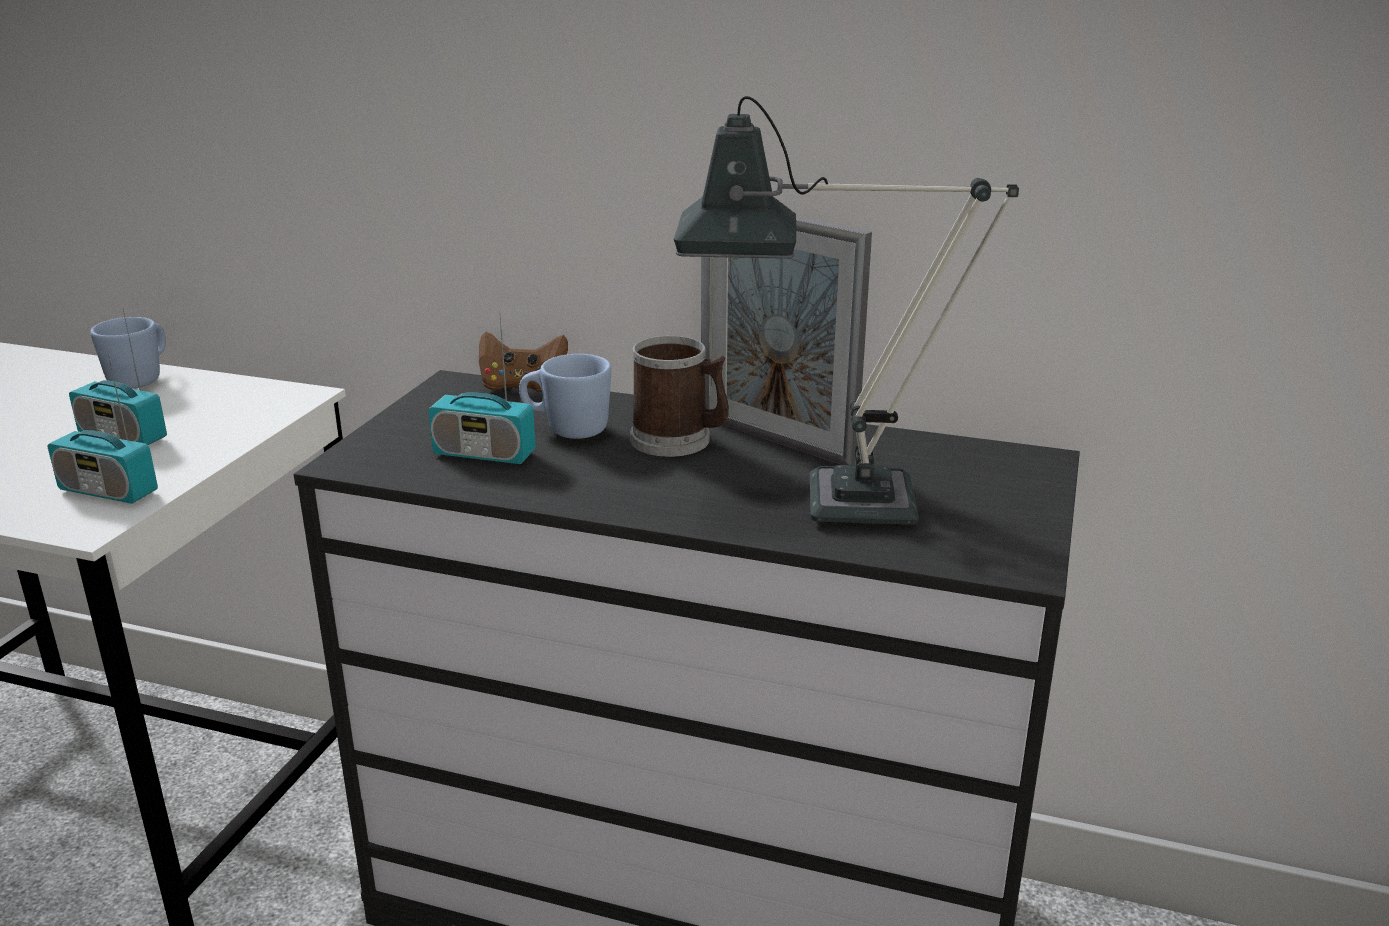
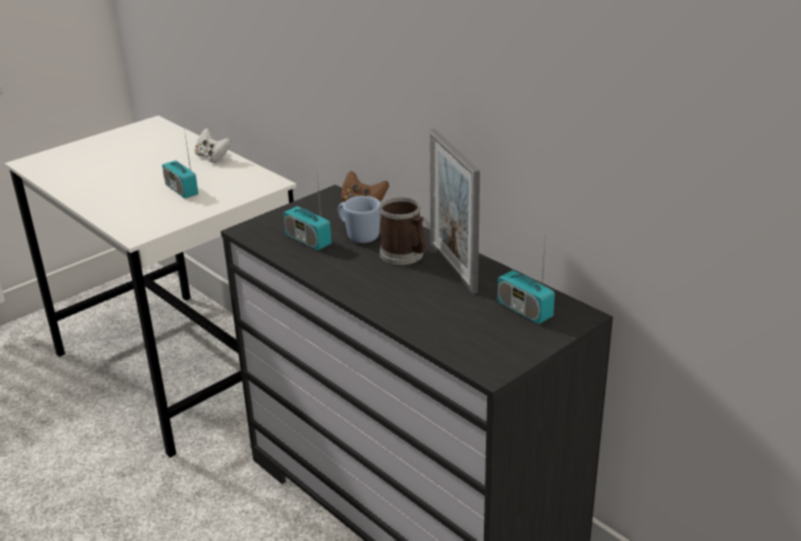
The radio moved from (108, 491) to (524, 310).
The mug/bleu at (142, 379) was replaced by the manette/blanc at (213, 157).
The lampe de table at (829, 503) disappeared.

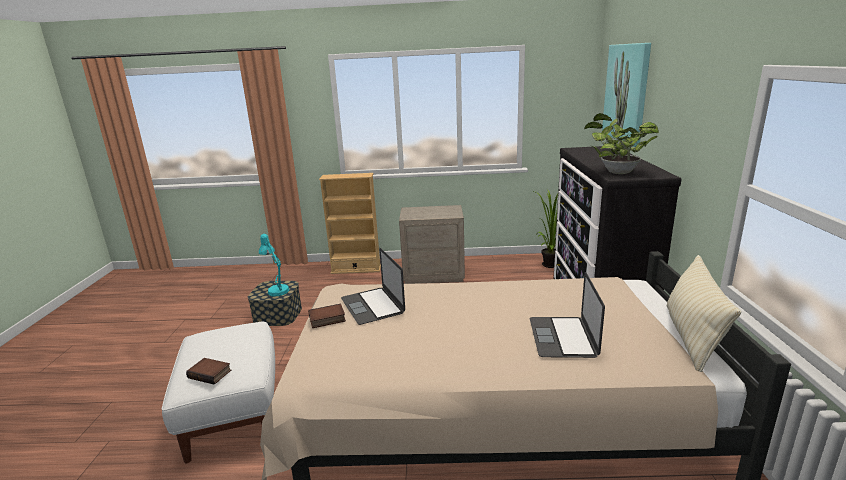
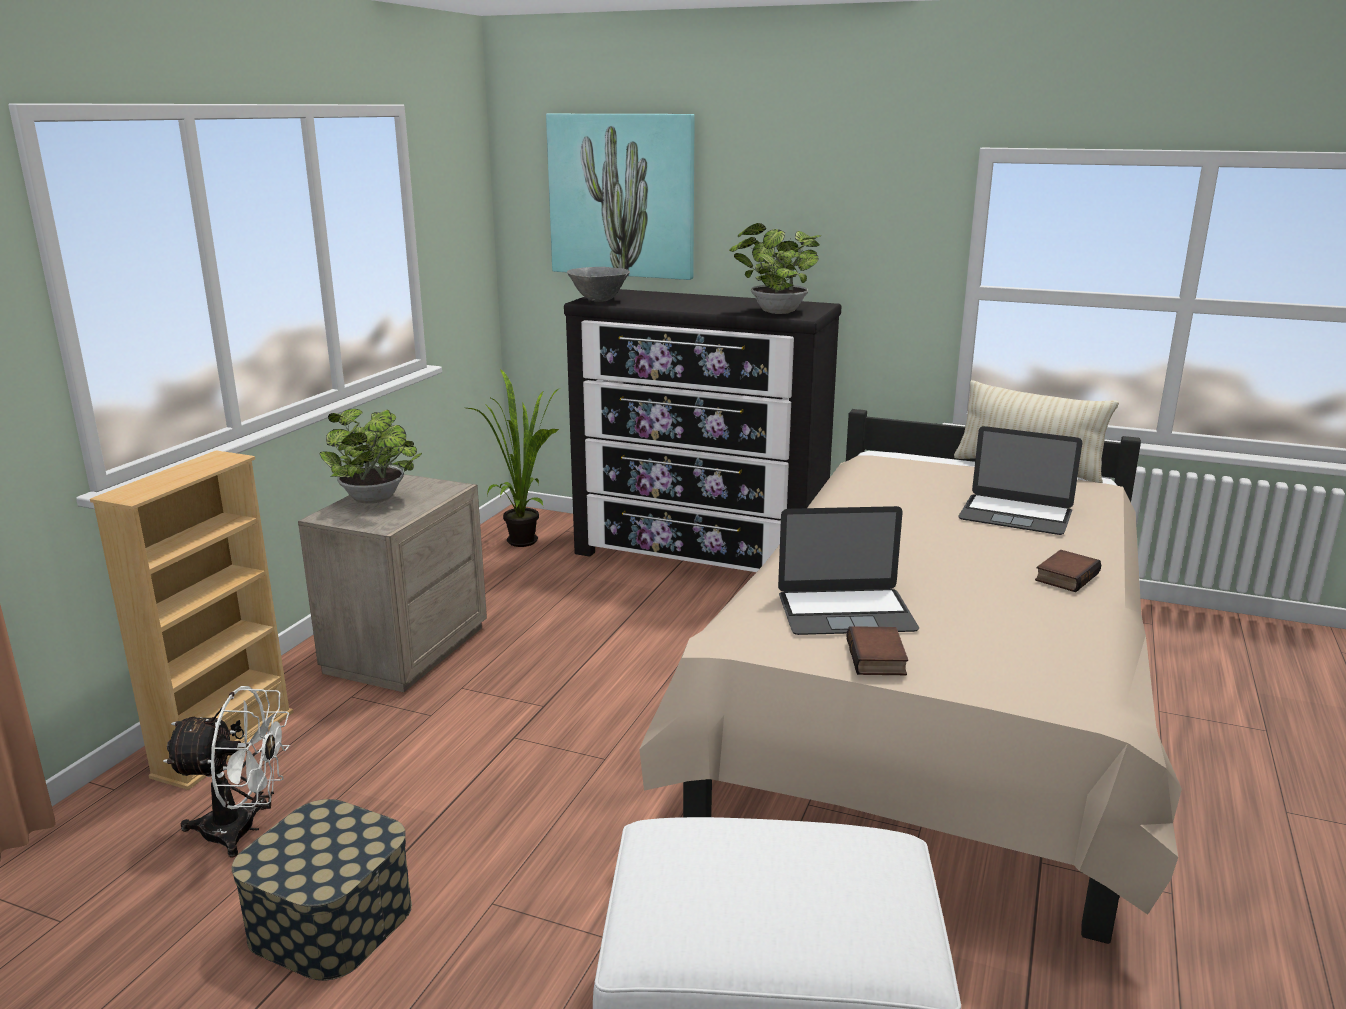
The livre moved from (211, 373) to (1065, 576).
The lampe de table/turquoise at (276, 290) disappeared.
The ventilateur/blanc at (243, 830) appeared.
The plante en pot at (376, 500) appeared.
The bol/gris at (599, 301) appeared.

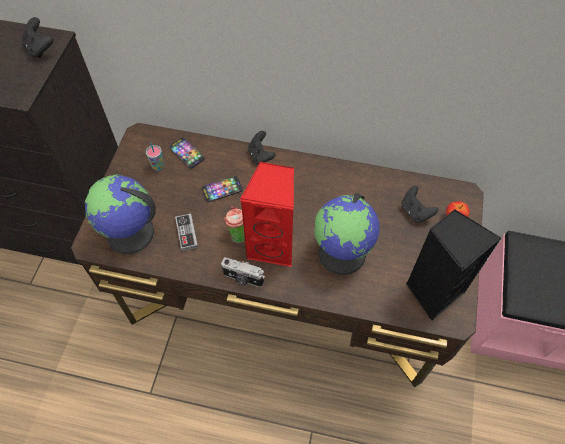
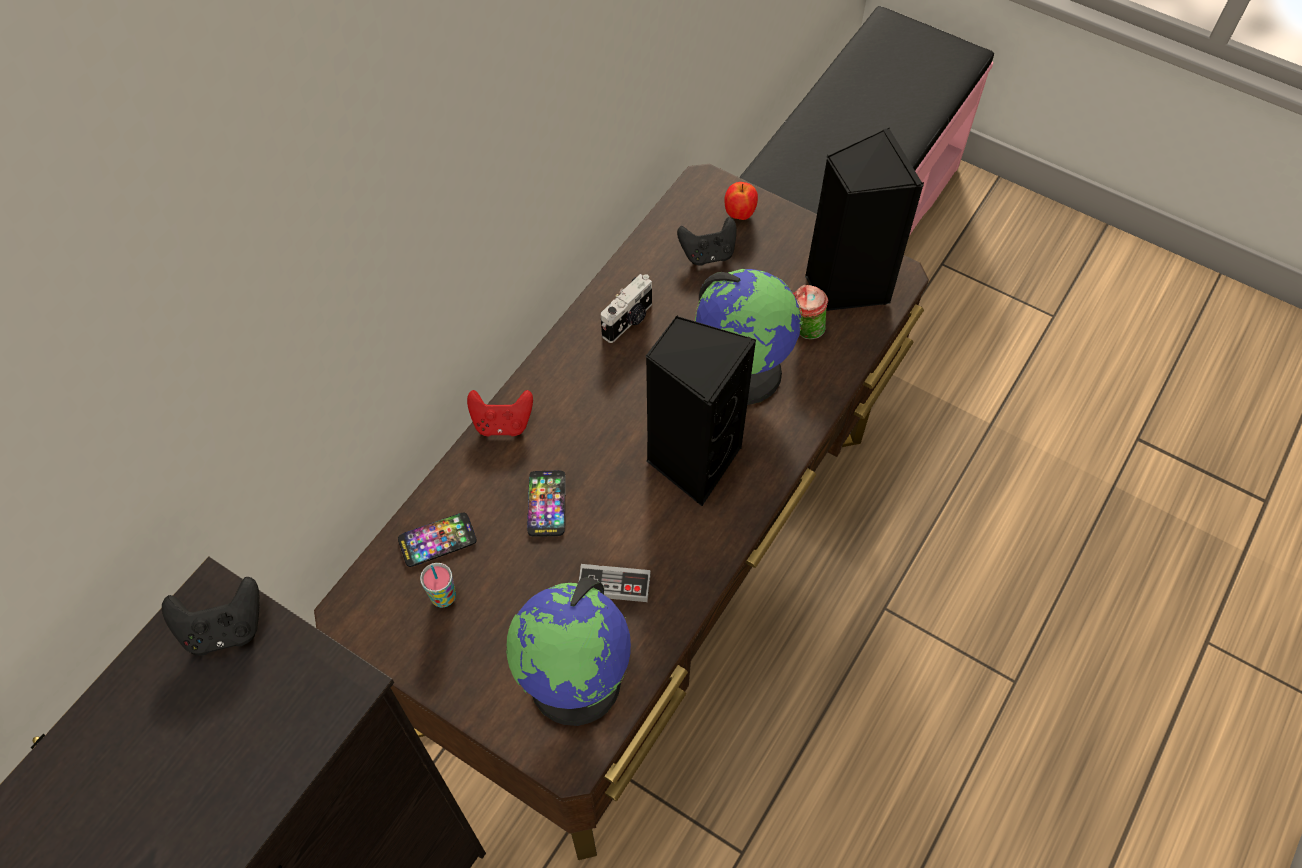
The appareil photo moved from (243, 279) to (629, 321).
The tasse moved from (237, 234) to (804, 331).
The enceinte/rouge at (273, 245) became the enceinte/noir at (692, 459).
The manette/noir at (260, 156) became the manette/rouge at (502, 423).

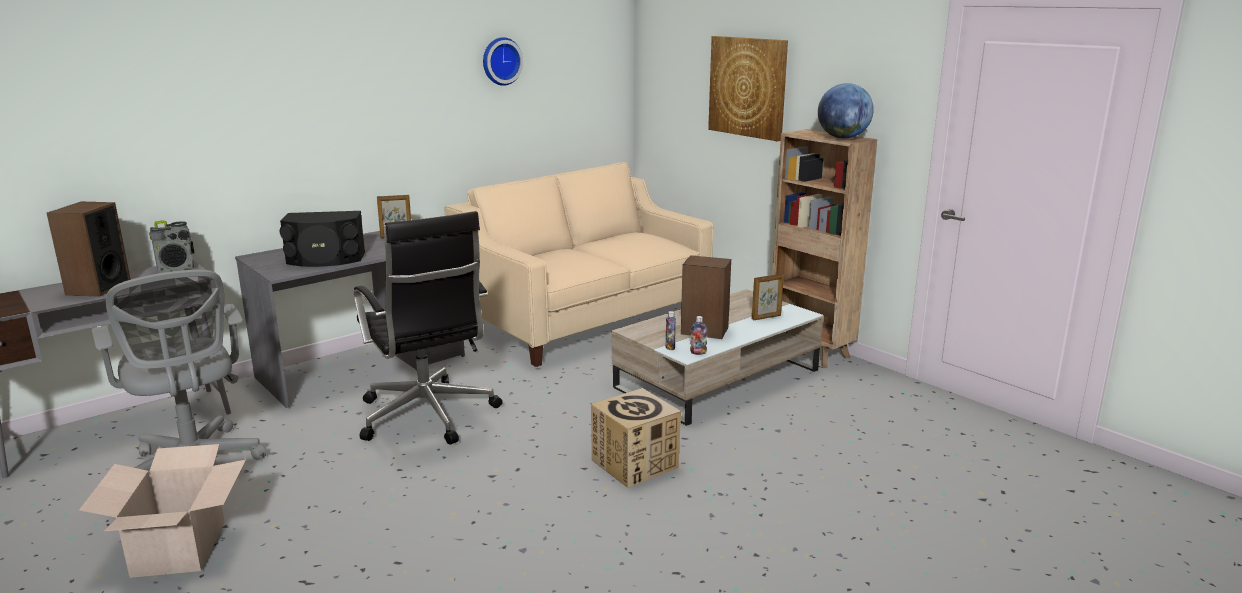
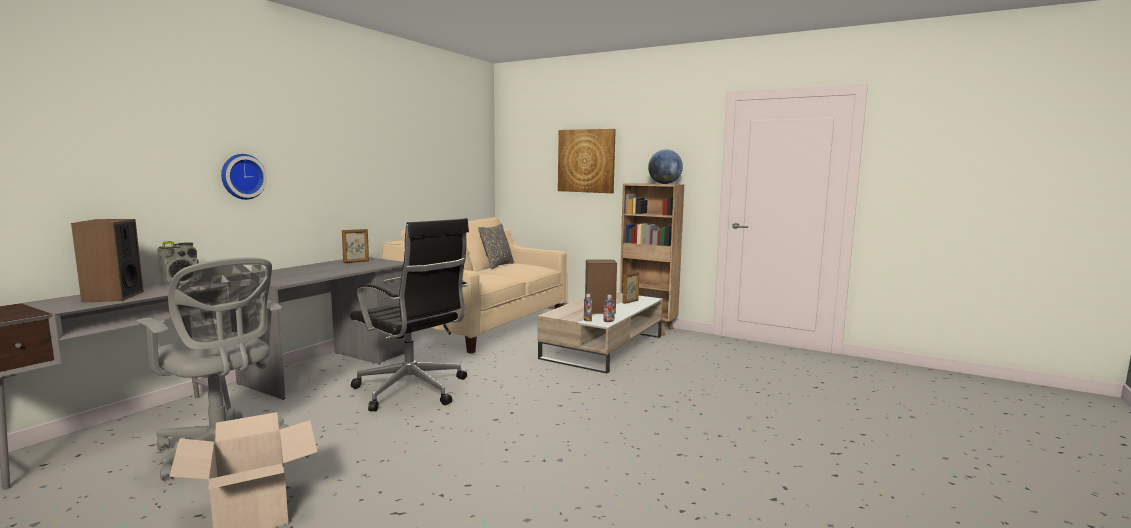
The enceinte/noir at (325, 259) disappeared.
The horloge murale moved from (501, 61) to (242, 176).
The carton at (635, 464) disappeared.
The coussin at (497, 266) appeared.

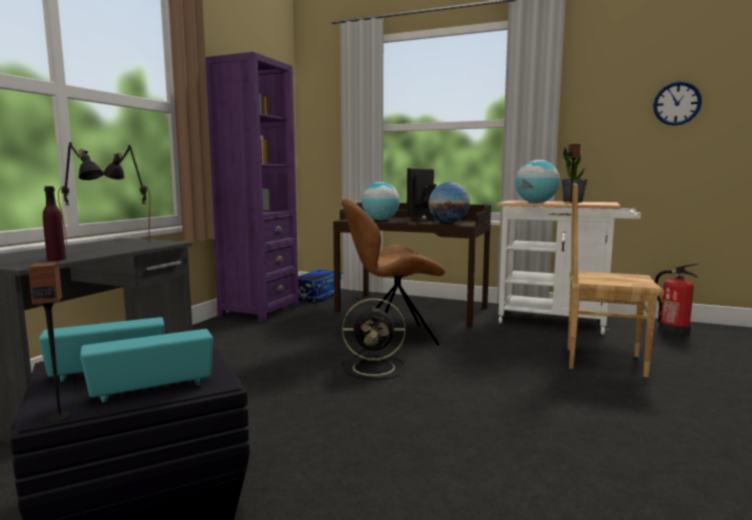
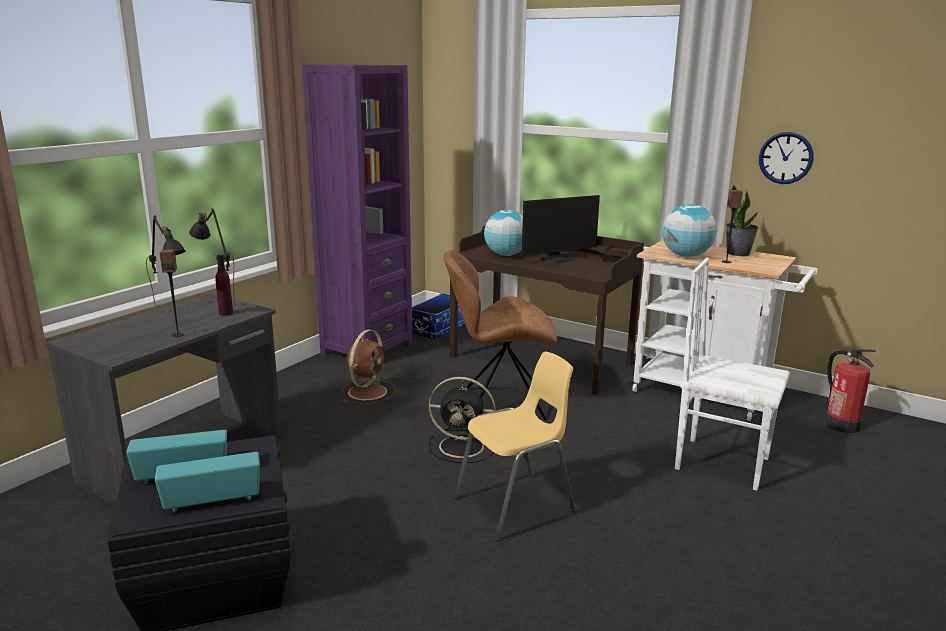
The enceinte moved from (60, 417) to (178, 335).
The bouteille/violet moved from (56, 259) to (226, 313).
The écran d'ordinateur at (423, 220) turned 150 degrees counterclockwise.
The globe at (448, 223) disappeared.
The chaise/marron at (603, 361) became the chaise/blanc at (721, 462).
The horloge murale moved from (677, 103) to (785, 158).
The ventilateur/marron at (368, 391) appeared.
The chaise/jaune at (516, 505) appeared.

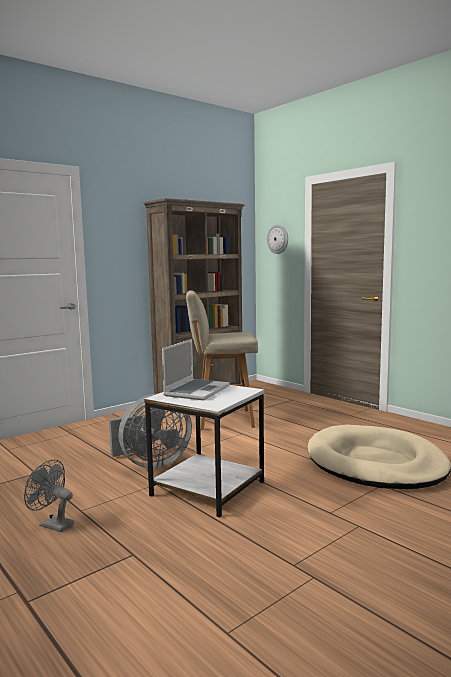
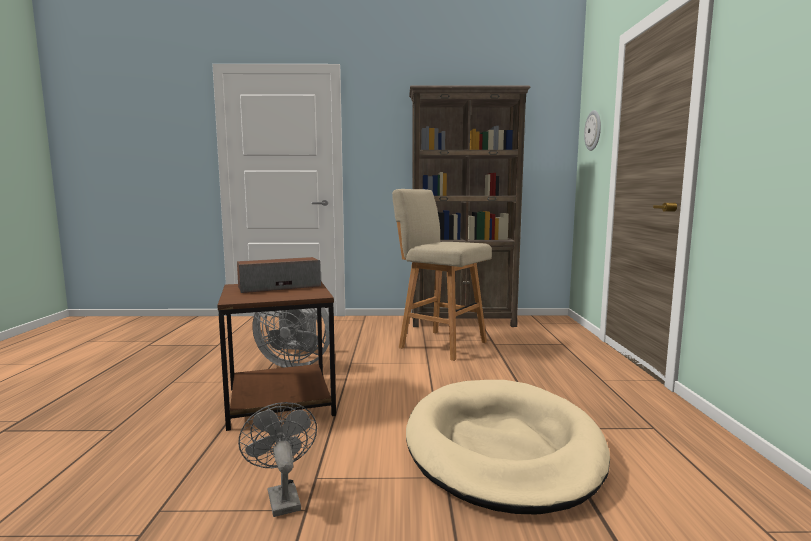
The ventilateur/gris moved from (52, 524) to (281, 496).
The table d'appoint/blanc at (207, 488) became the table d'appoint/marron at (281, 400).
The ordinateur portable at (196, 391) was replaced by the enceinte at (279, 287).

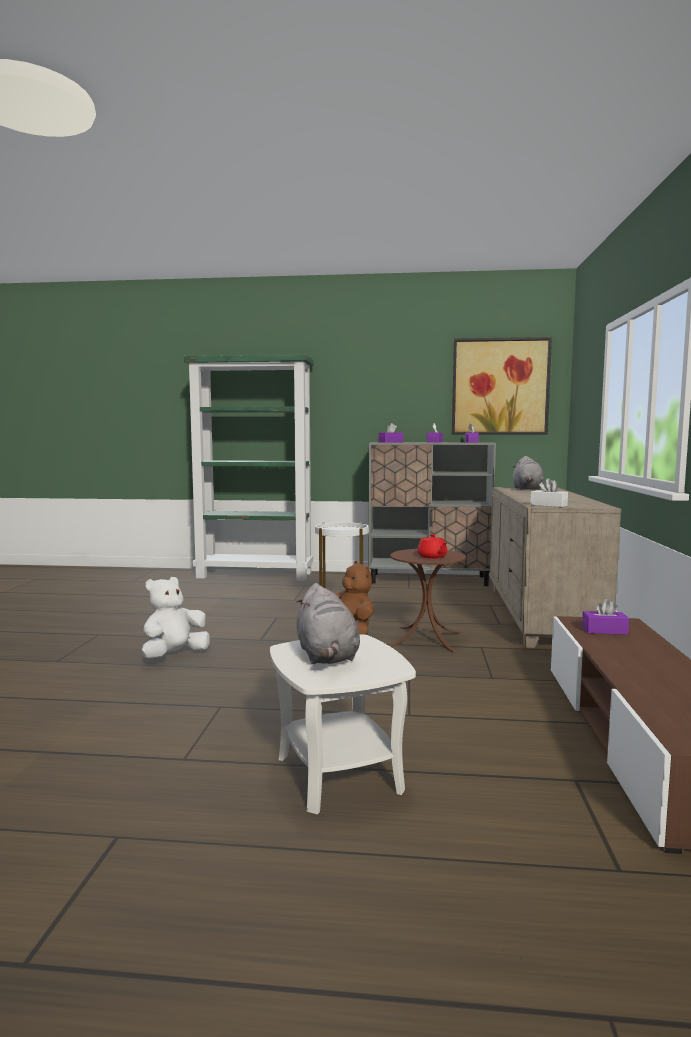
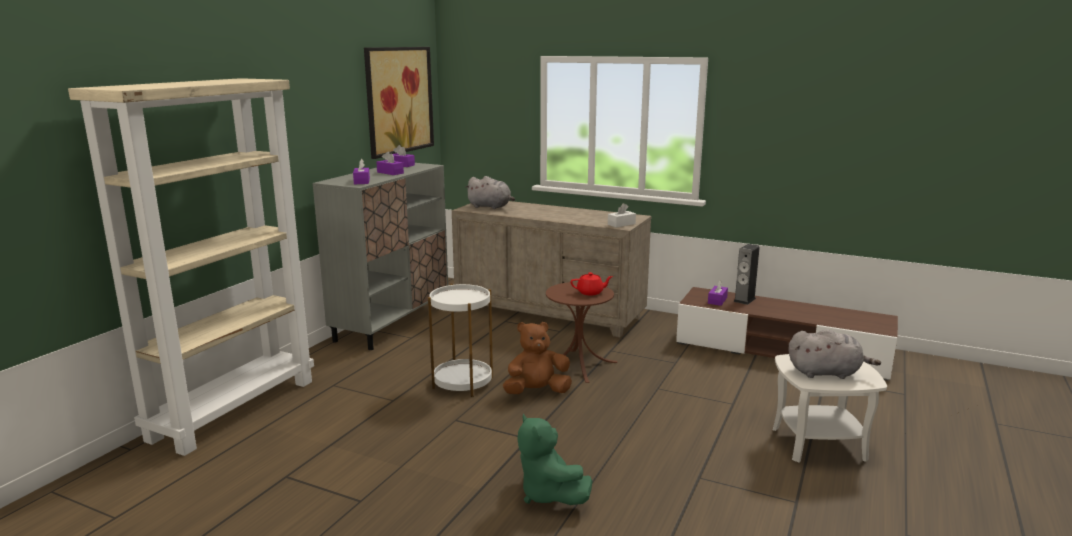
The peluche/blanc at (174, 655) became the peluche/vert at (548, 494).
The bibliothèque/vert at (255, 575) became the bibliothèque/beige at (234, 408).
The enceinte at (744, 300) appeared.

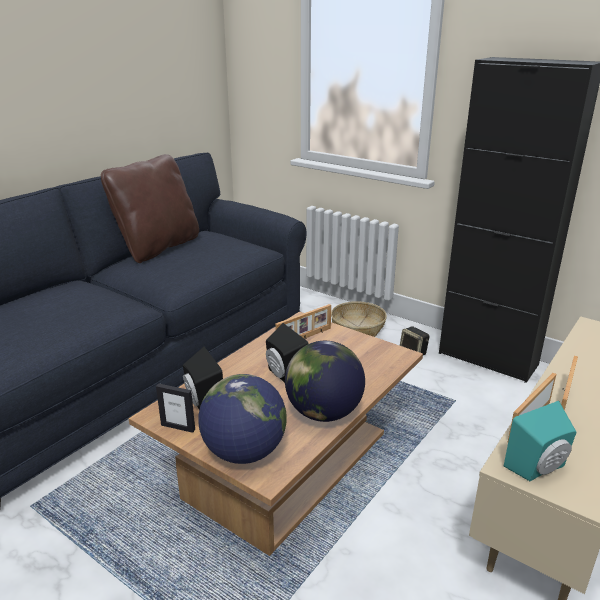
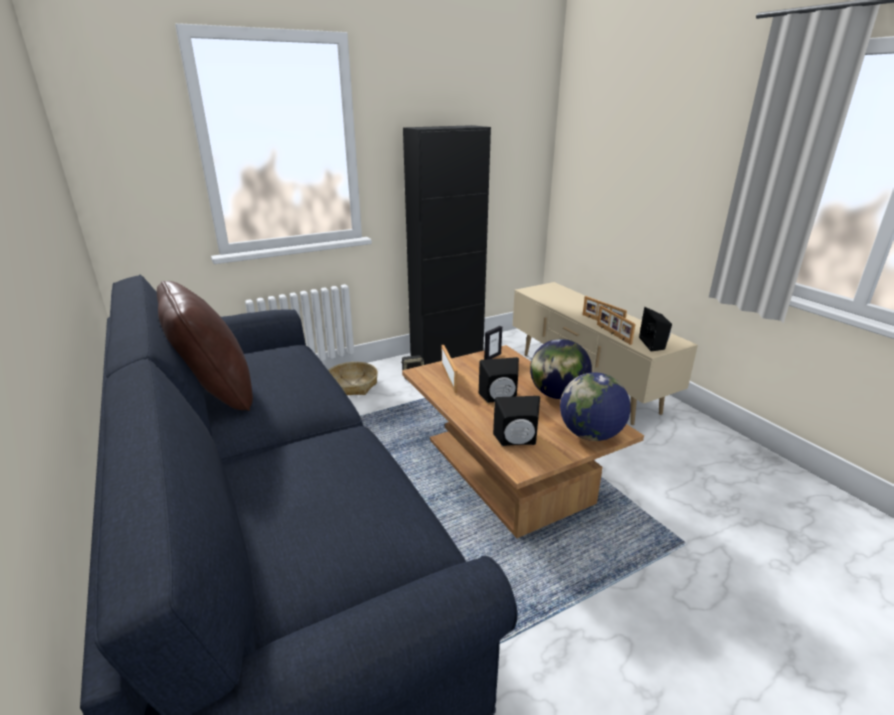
The cadre photo moved from (178, 427) to (492, 357).
The enceinte/turquoise at (539, 468) became the enceinte/noir at (654, 344).

